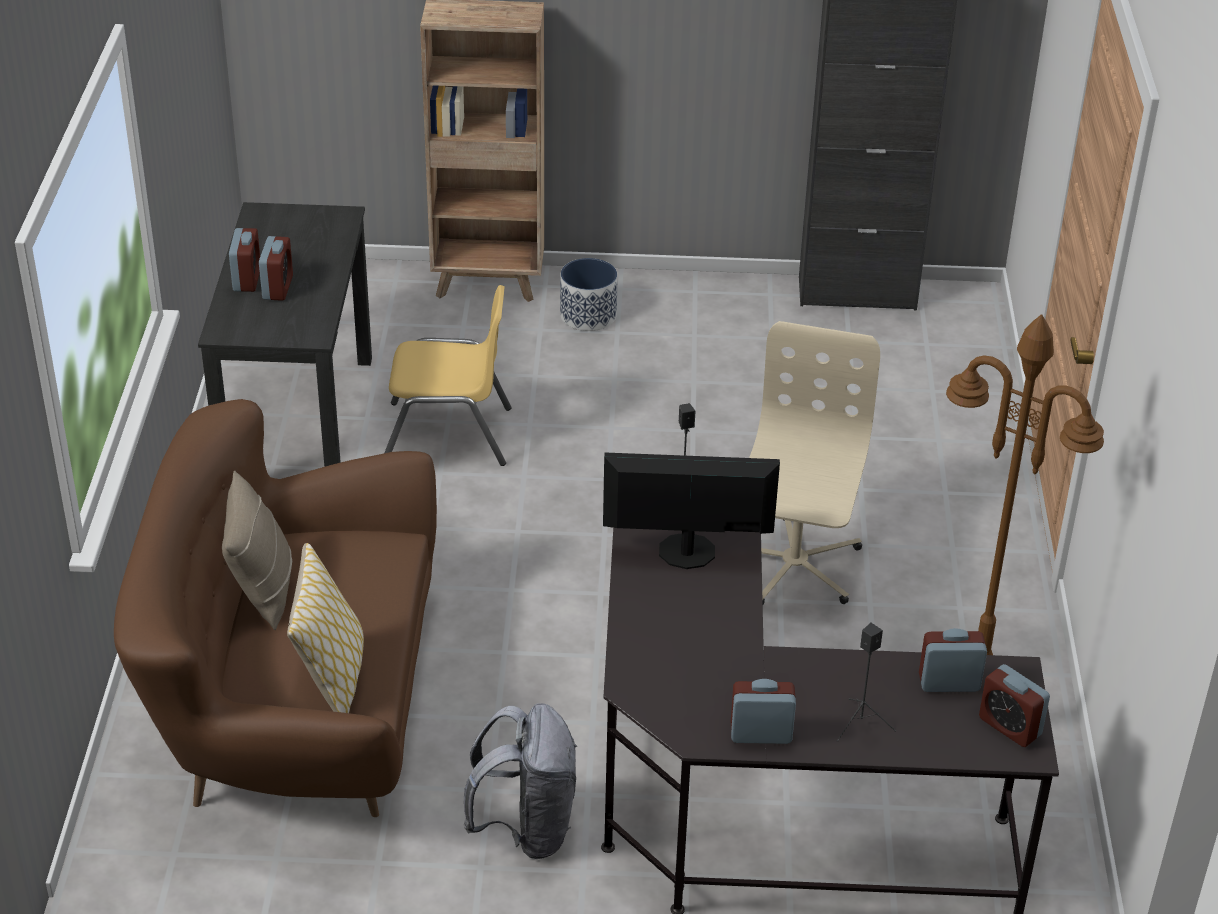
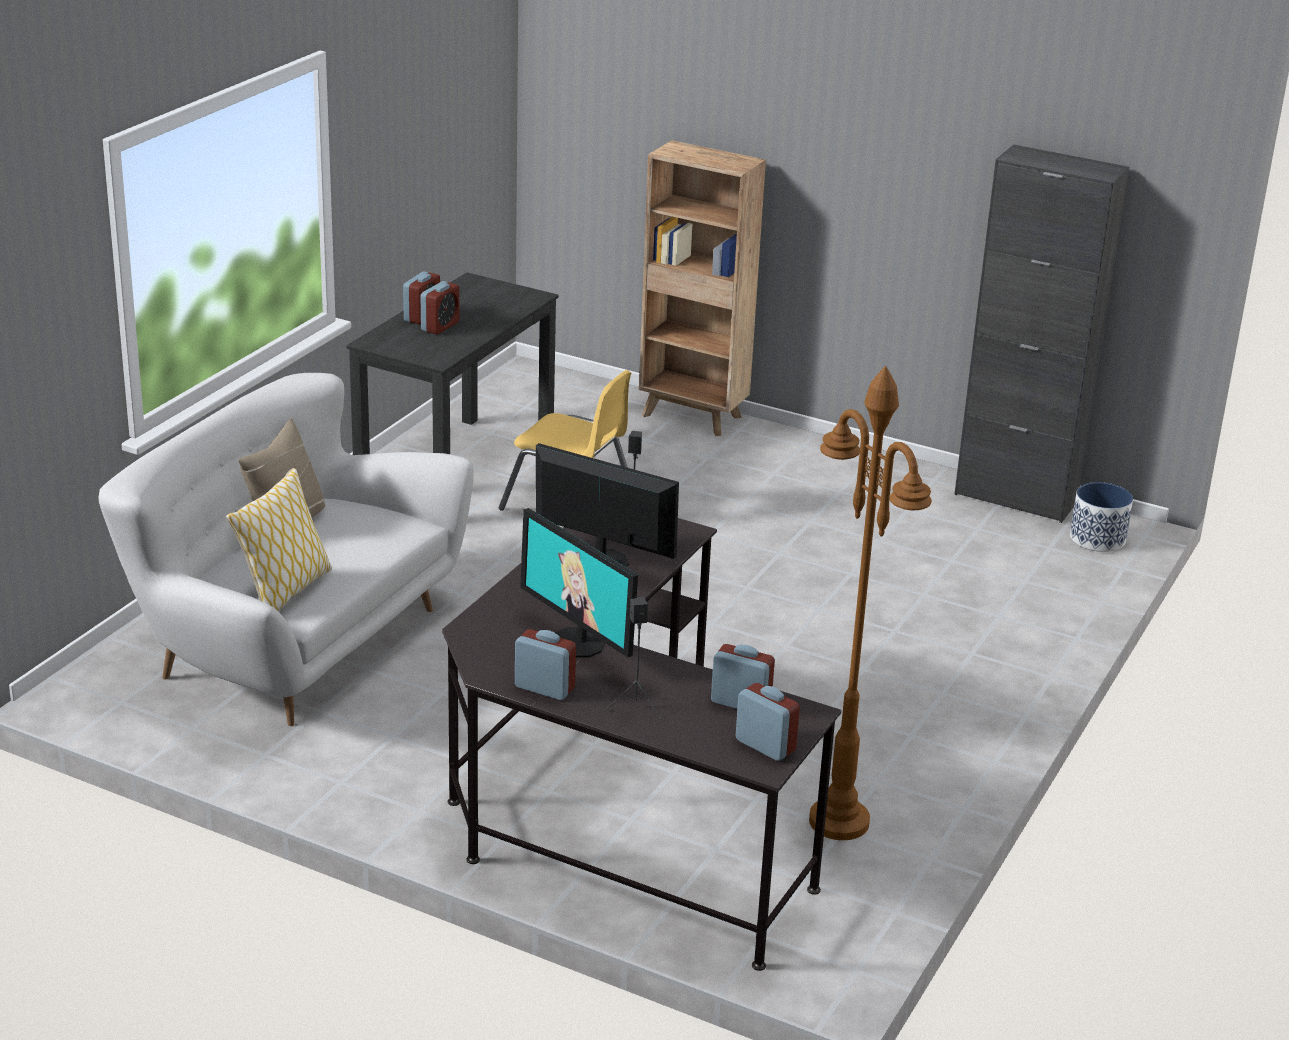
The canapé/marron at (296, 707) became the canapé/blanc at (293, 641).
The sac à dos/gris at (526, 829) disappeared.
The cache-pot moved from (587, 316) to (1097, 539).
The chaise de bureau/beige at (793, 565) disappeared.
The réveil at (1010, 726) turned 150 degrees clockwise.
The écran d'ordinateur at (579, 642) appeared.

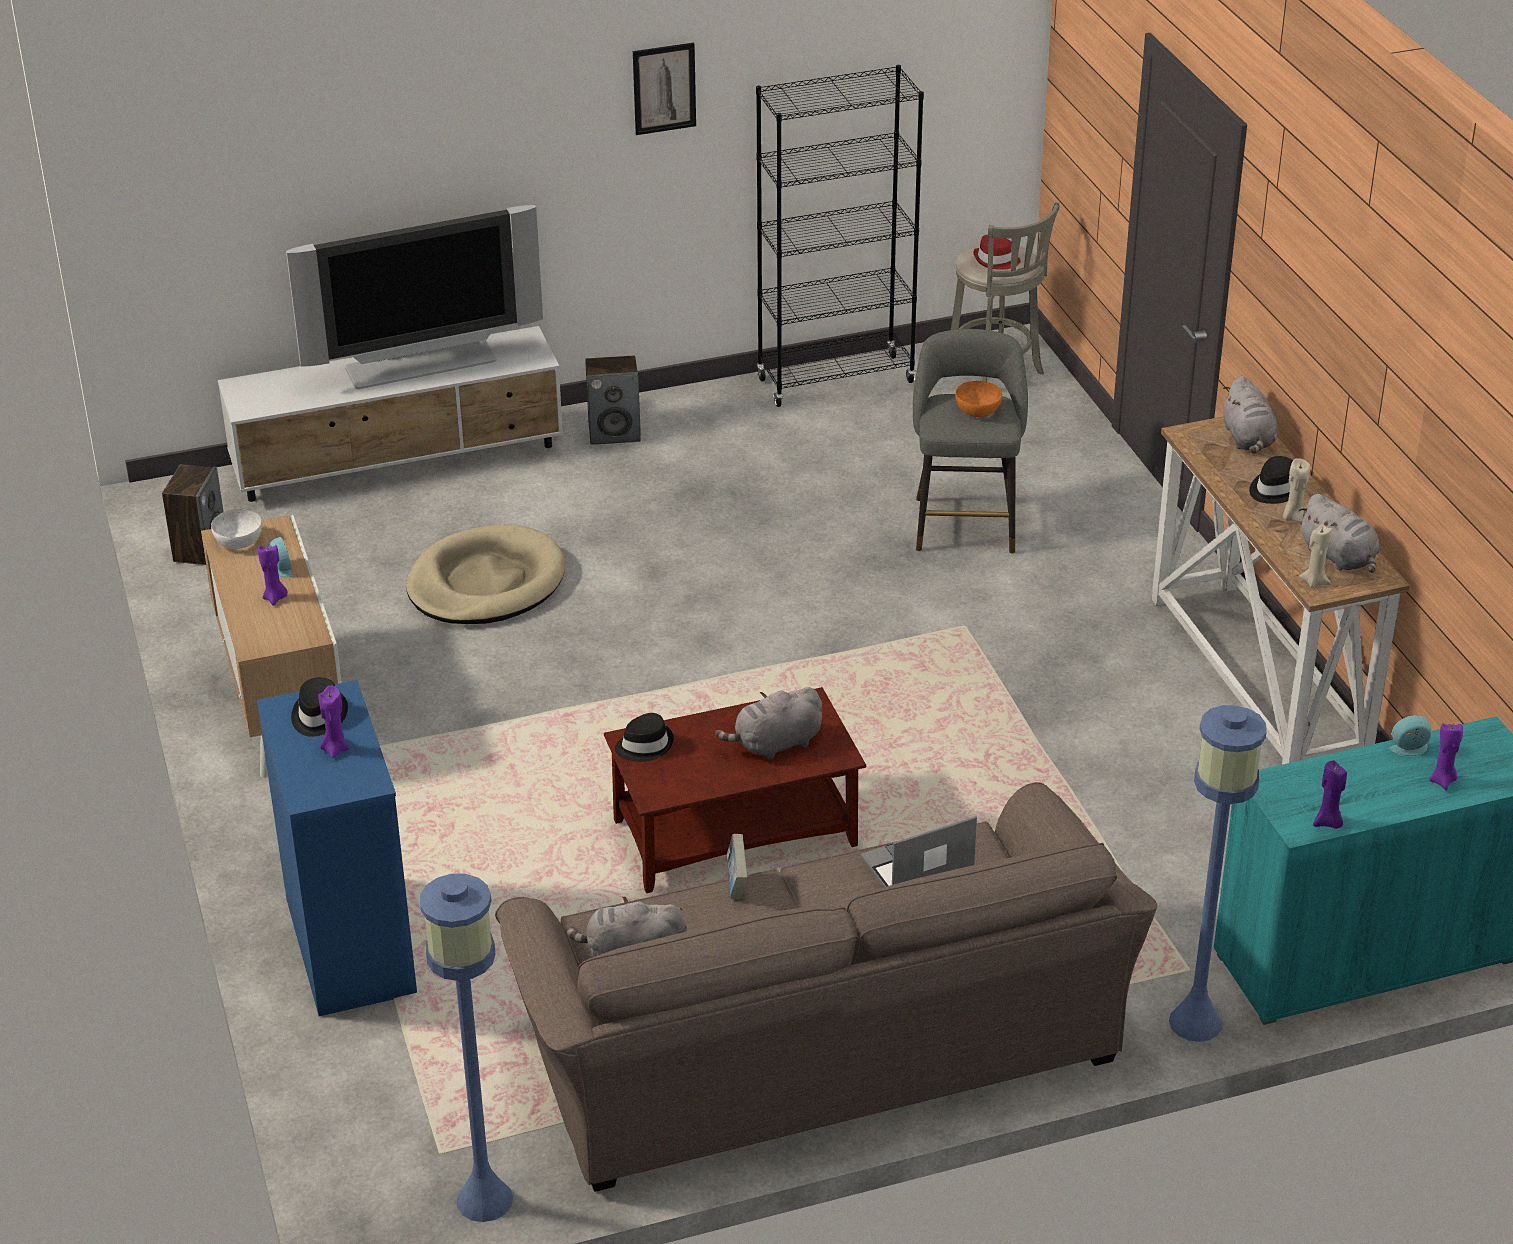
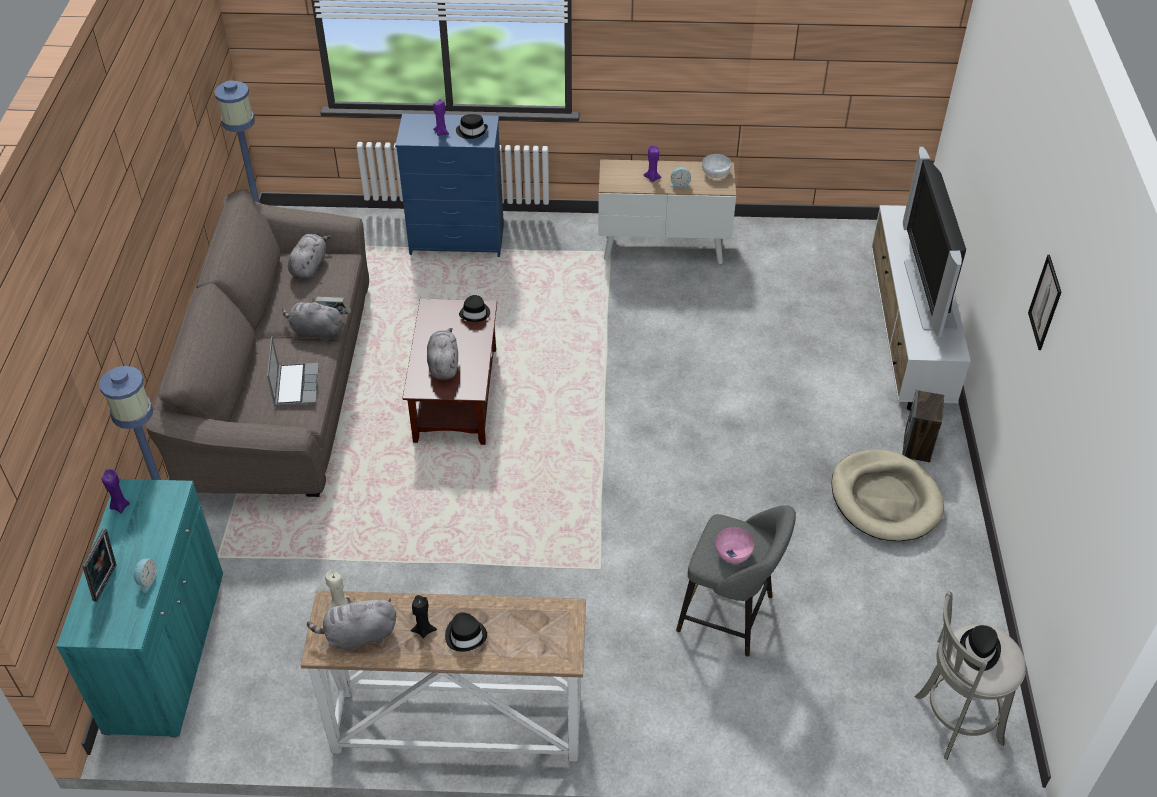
The enceinte at (200, 549) disappeared.
The panier pour chien/beige moved from (486, 583) to (885, 499).
The bibliothèque/noir at (836, 381) disappeared.
The bol/orange at (978, 410) became the bol/rose at (733, 553).
The chapeau/rouge at (996, 261) became the chapeau/noir at (979, 650).
The peluche/gris moved from (1248, 439) to (315, 331).
The bougie/beige at (1292, 517) became the bougie/noir at (423, 630).
The bougie/violet at (1443, 781) was replaced by the cadre photo at (107, 583).

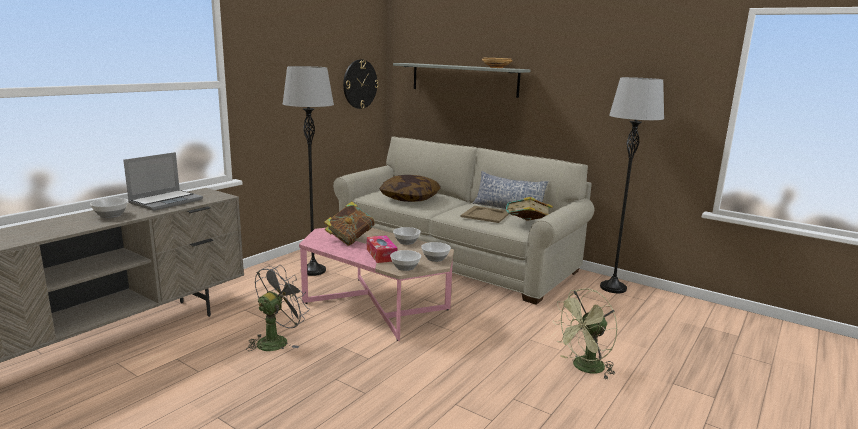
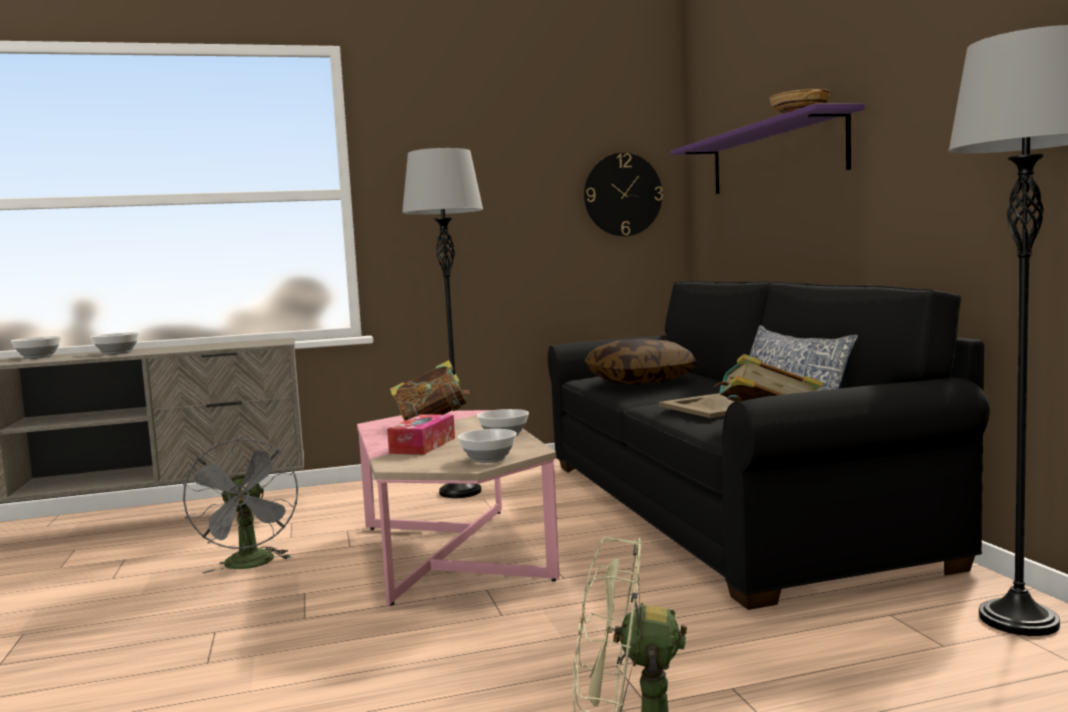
The ordinateur portable at (166, 201) disappeared.
The ventilateur/gris at (277, 340) turned 90 degrees clockwise.
The canapé/beige at (456, 258) became the canapé/noir at (721, 508).
The bol moved from (405, 268) to (37, 357).
The étagère/gris at (464, 79) became the étagère/violet at (774, 157).

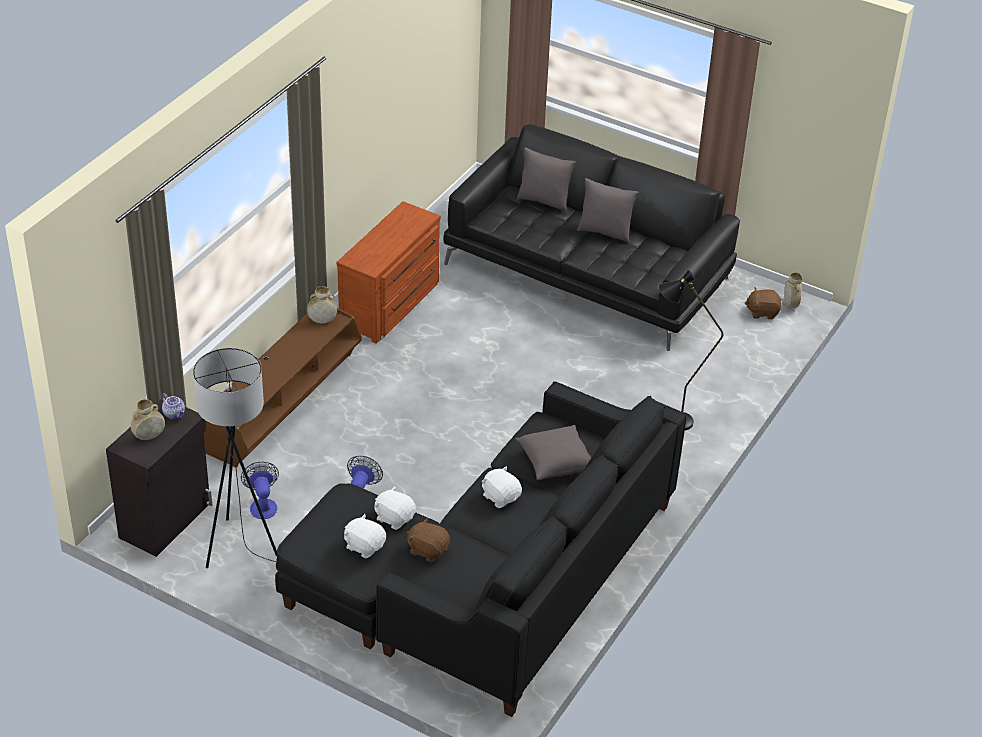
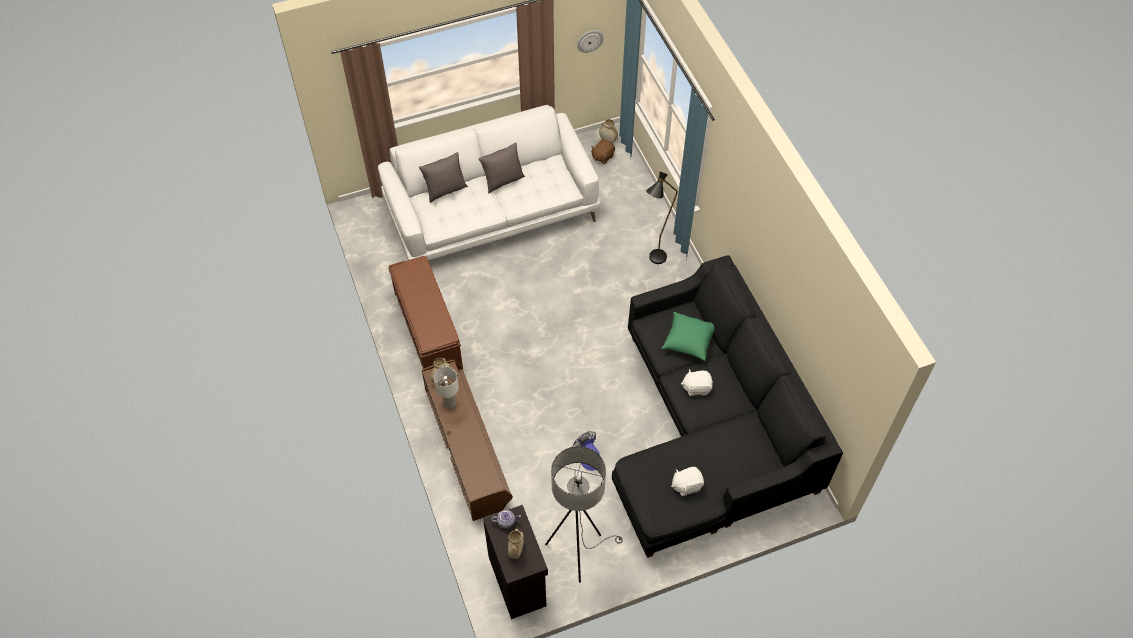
The ventilateur at (262, 505) disappeared.
The commode/marron at (392, 305) was replaced by the banc/marron at (427, 329).
The peluche/blanc at (394, 518) disappeared.
The peluche/marron at (428, 550) disappeared.
The canapé/noir at (588, 272) became the canapé/blanc at (492, 211).
The coussin/gris at (555, 462) became the coussin/vert at (688, 341).
The lampe de table/blanc at (449, 403) appeared.
The horloge murale at (589, 40) appeared.

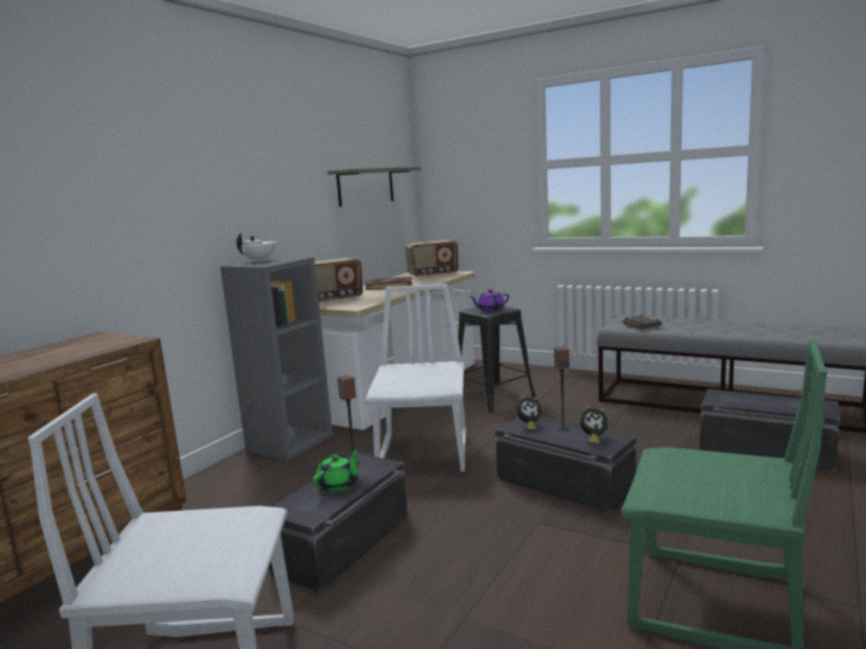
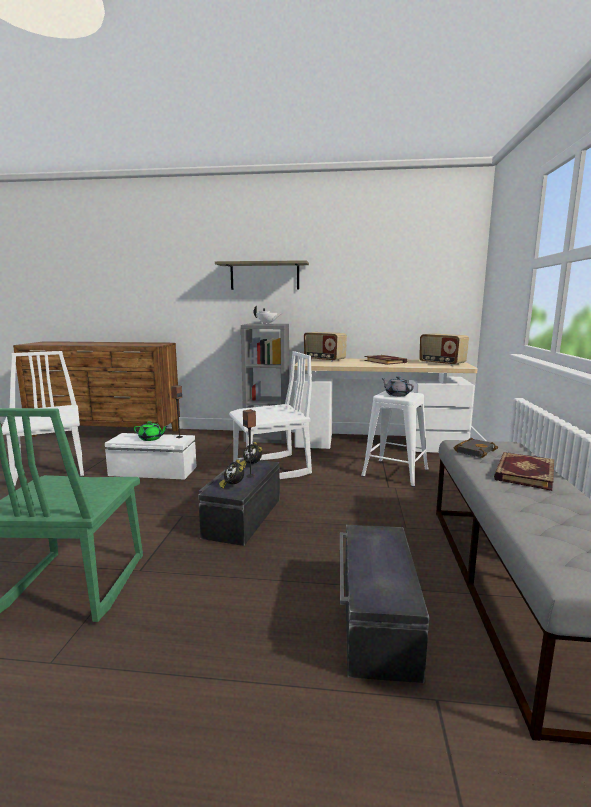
The boîte de rangement/noir at (345, 543) became the boîte de rangement/blanc at (153, 471).
The étagère moved from (366, 186) to (264, 276).
The tabouret/noir at (493, 398) became the tabouret/blanc at (395, 472).
The théière/violet at (490, 310) became the théière/gris at (396, 394).
The livre at (523, 473) appeared.

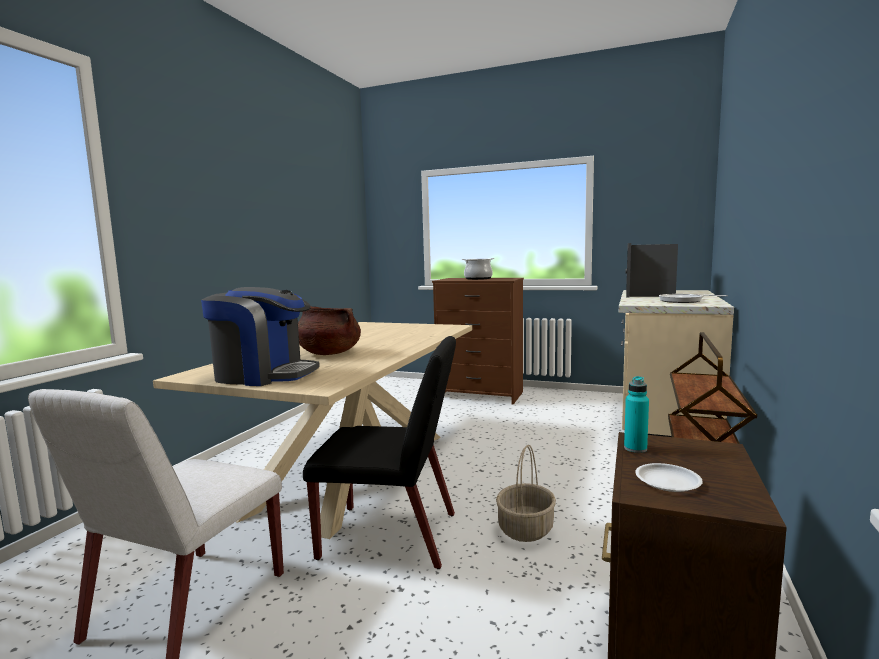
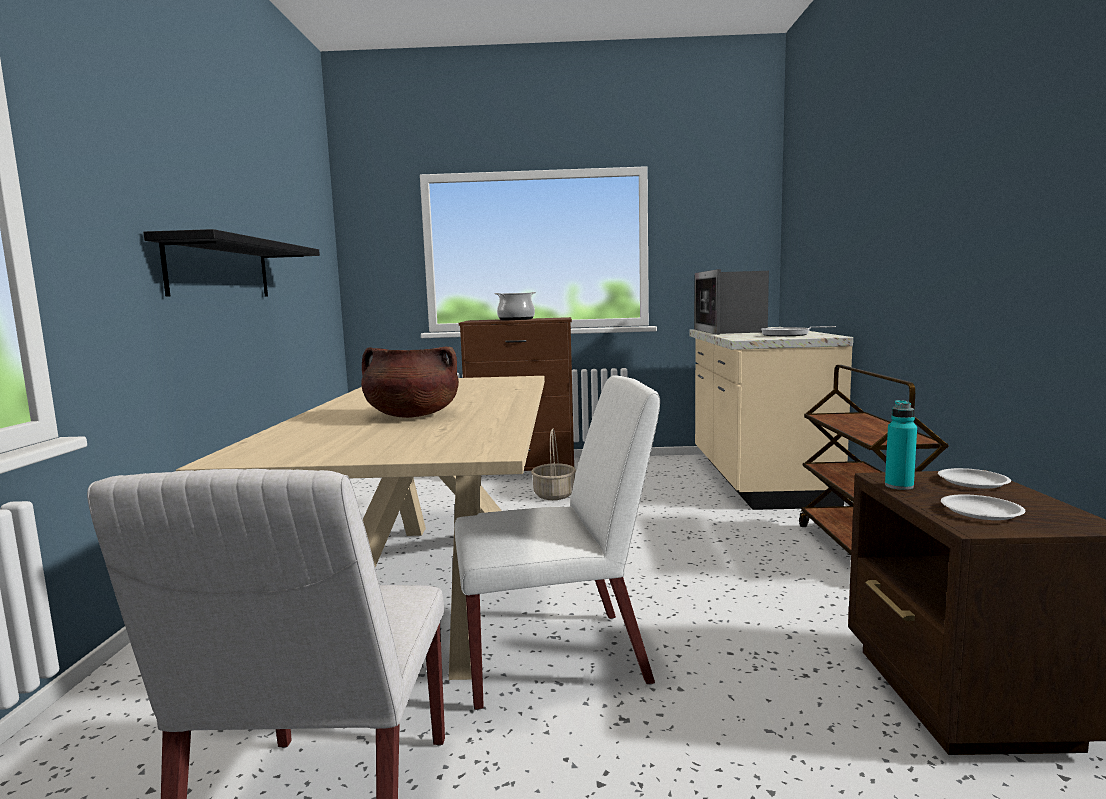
The machine à café at (264, 375) disappeared.
The chaise/noir at (391, 536) became the chaise/blanc at (556, 657).
The panier moved from (526, 529) to (554, 495).
The étagère/noir at (220, 269) appeared.
The assiette/blanc at (973, 482) appeared.

